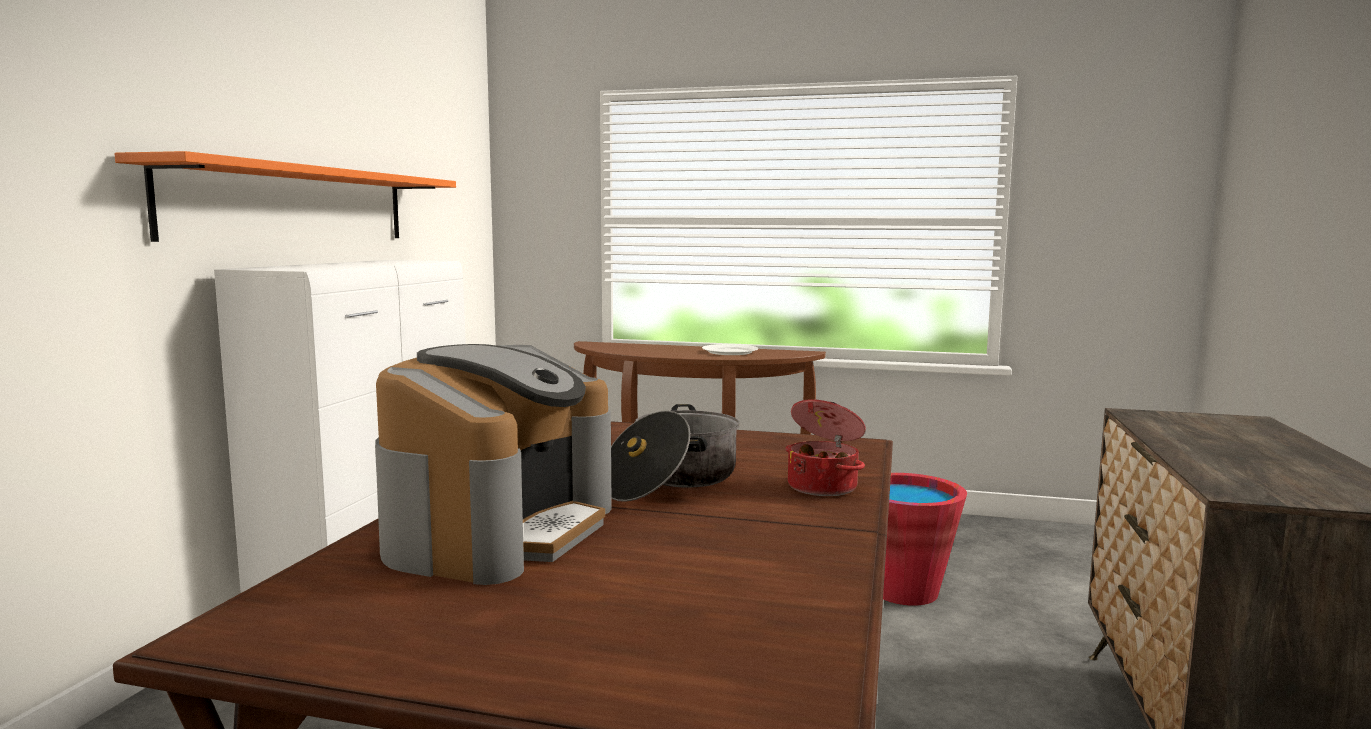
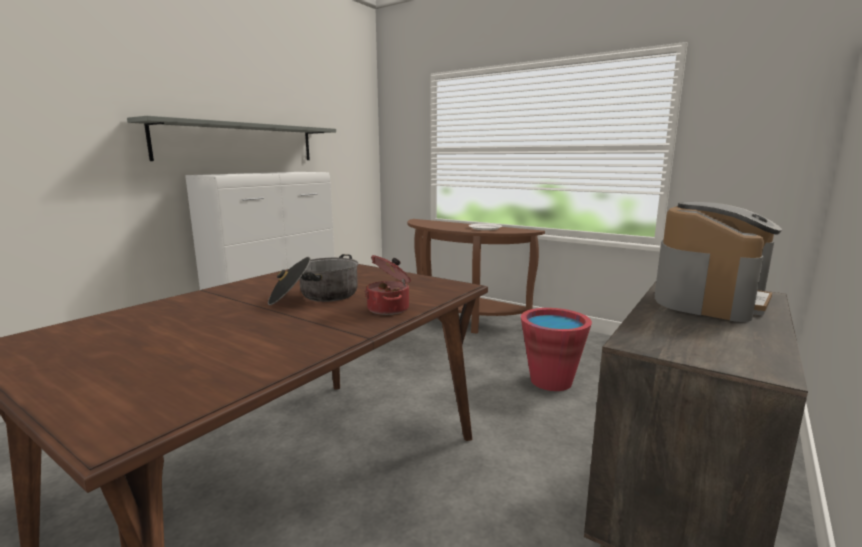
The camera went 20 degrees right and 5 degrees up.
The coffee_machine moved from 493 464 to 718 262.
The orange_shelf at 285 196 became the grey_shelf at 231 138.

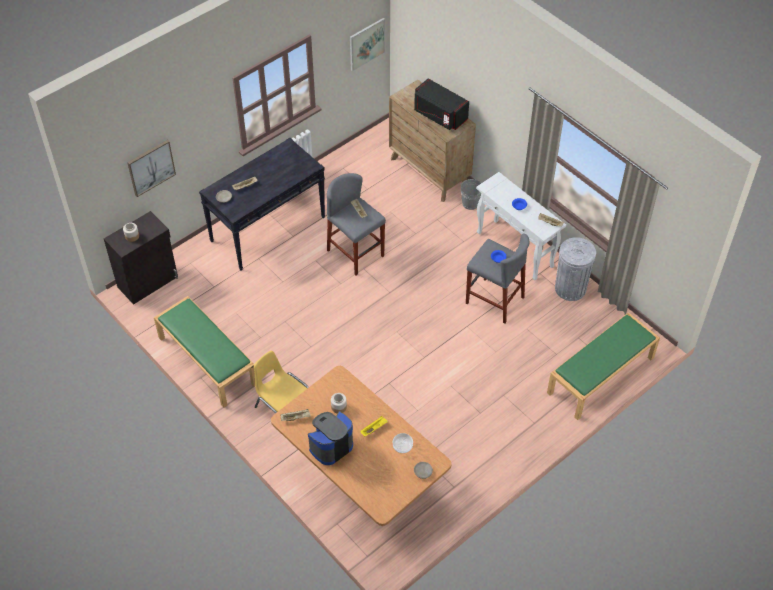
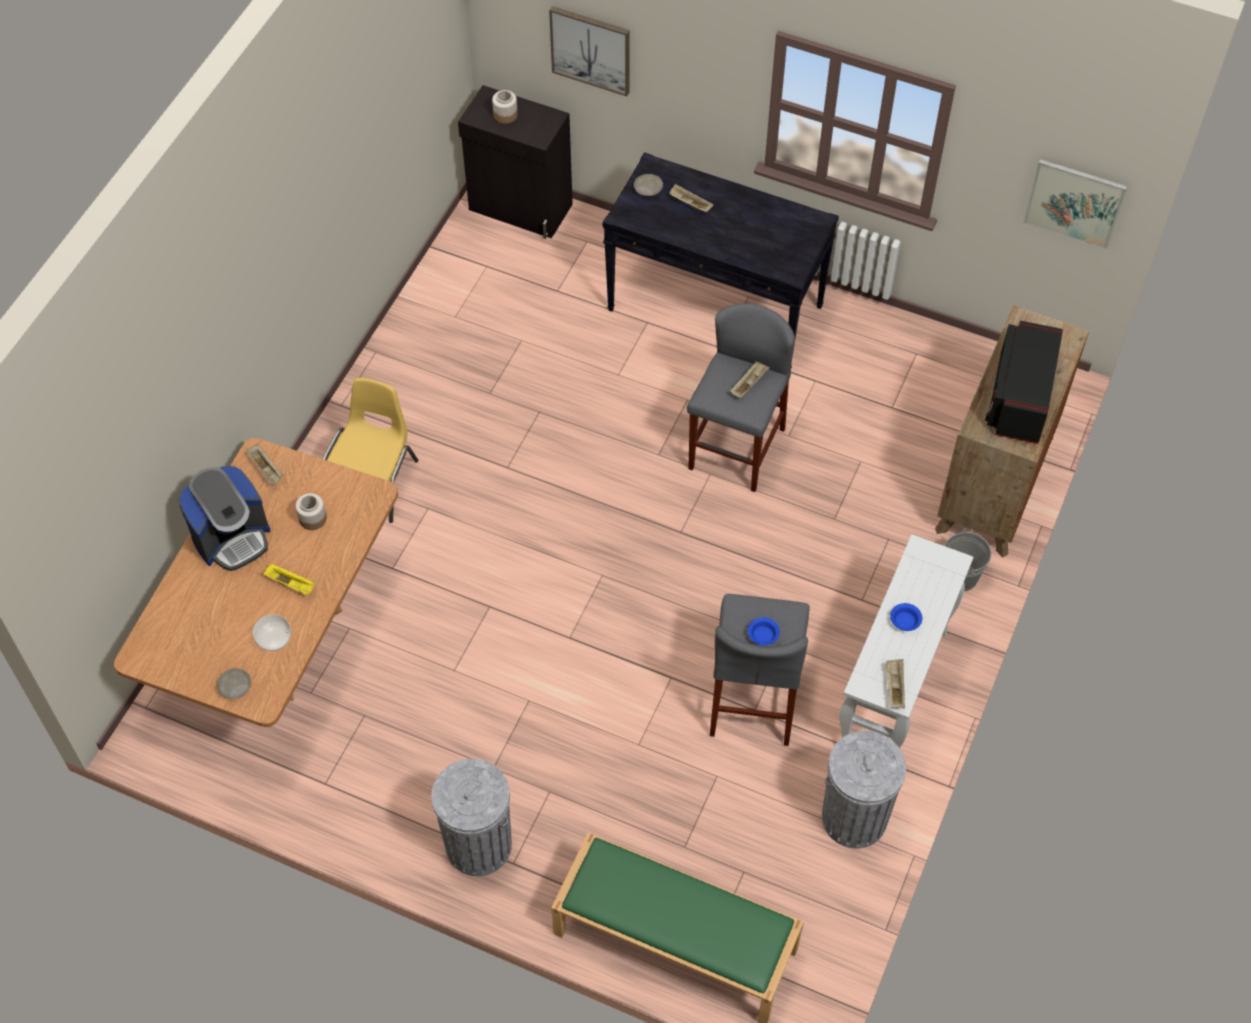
The camera went 65 degrees right and 5 degrees up.
The green_bench at 204 352 disappeared.
The grey_trash_can at 471 817 appeared.
The coffee_machine at 330 438 turned 120 degrees clockwise.

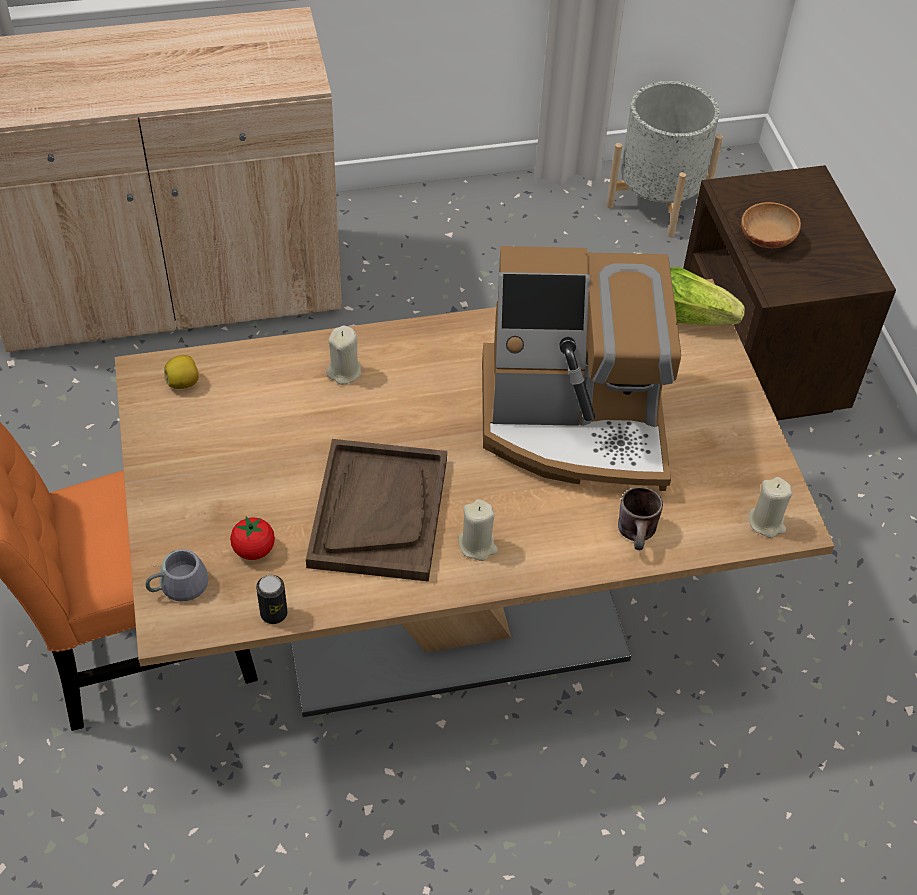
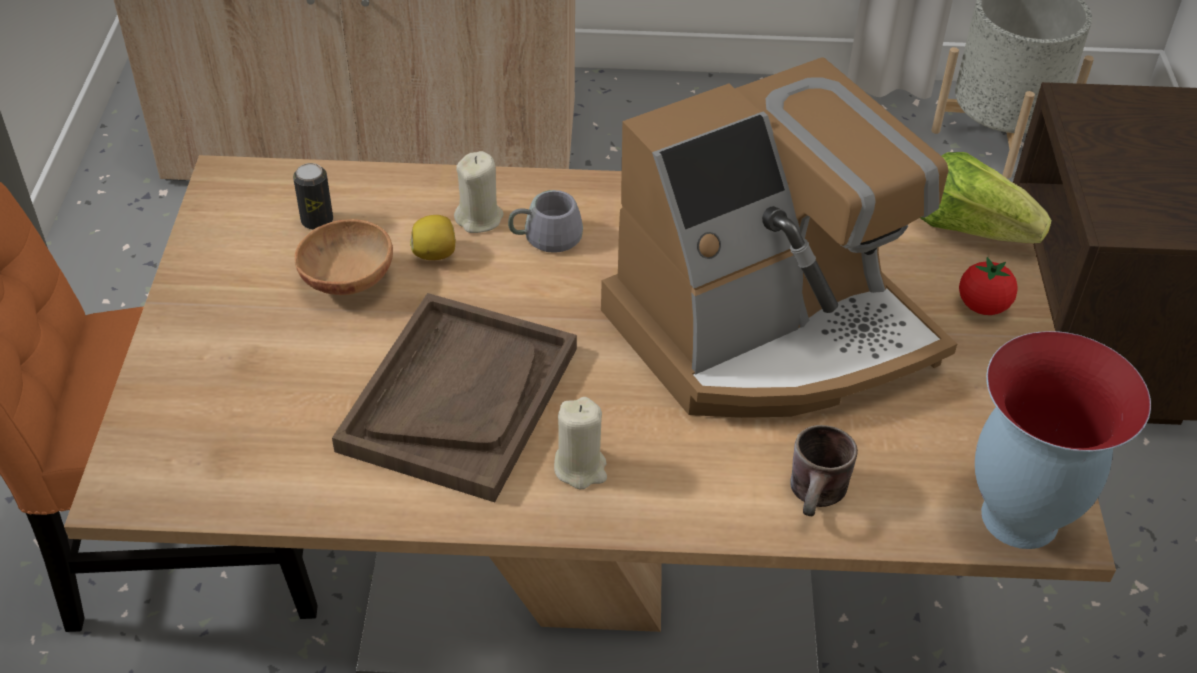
The camera went 15 degrees right and 5 degrees down.
The grey_mug moved from 177 575 to 545 221.
The lemon moved from 181 372 to 432 237.
The tomato moved from 252 538 to 988 286.
The can moved from 272 599 to 313 196.
The brown_bowl moved from 771 225 to 344 257.
The beige_candle at 770 507 was replaced by the vase at 1063 440.
The coffee_machine at 581 368 turned 45 degrees counterclockwise.

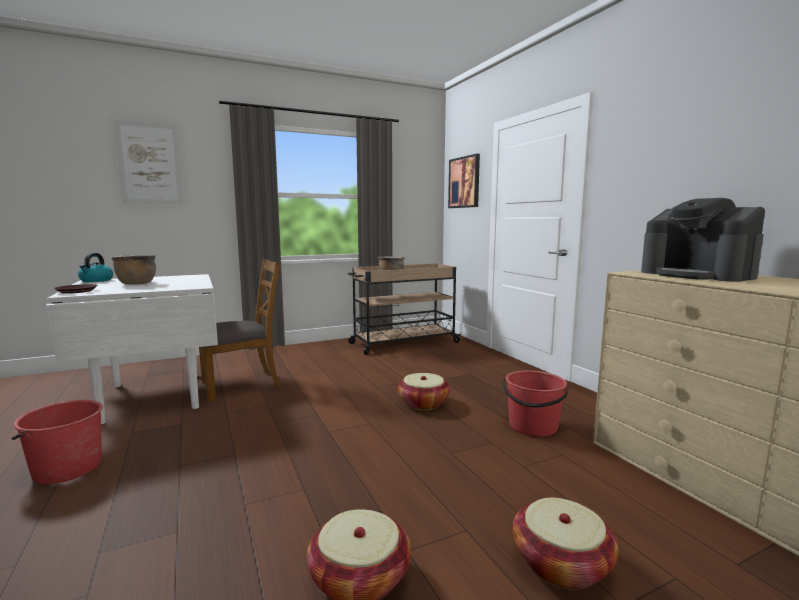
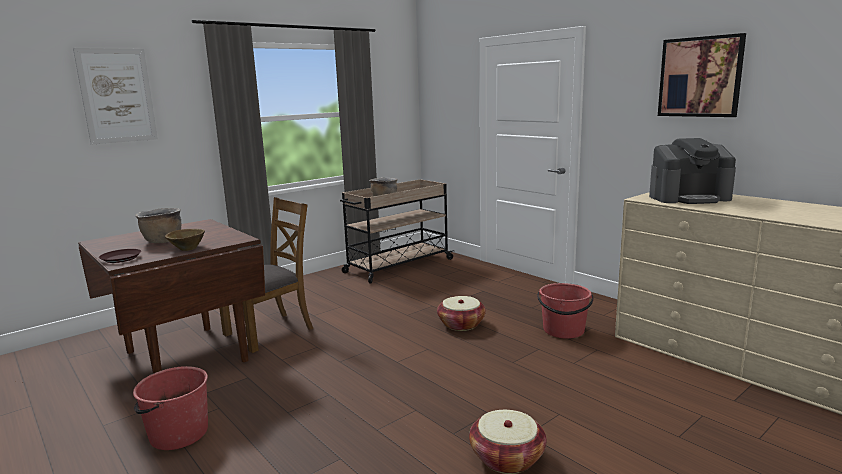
The camera went 15 degrees left and 5 degrees up.
The kettle at 95 267 disappeared.
The basket at 565 544 disappeared.
The brown_bowl at 185 240 appeared.
The picture moved from 464 181 to 702 75.
The white_dining_table at 132 349 became the brown_dining_table at 171 296.
The coffee_machine at 703 240 turned 45 degrees counterclockwise.

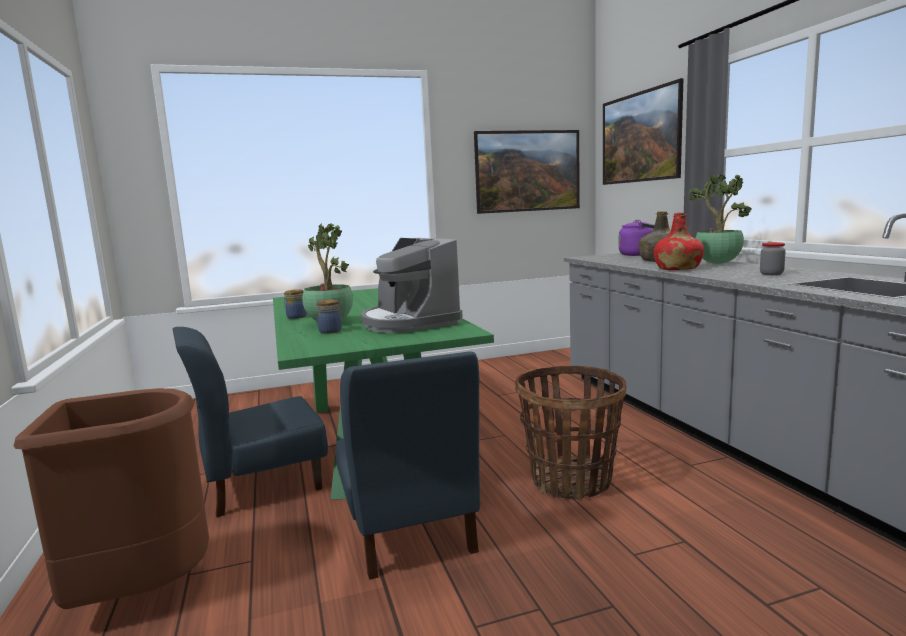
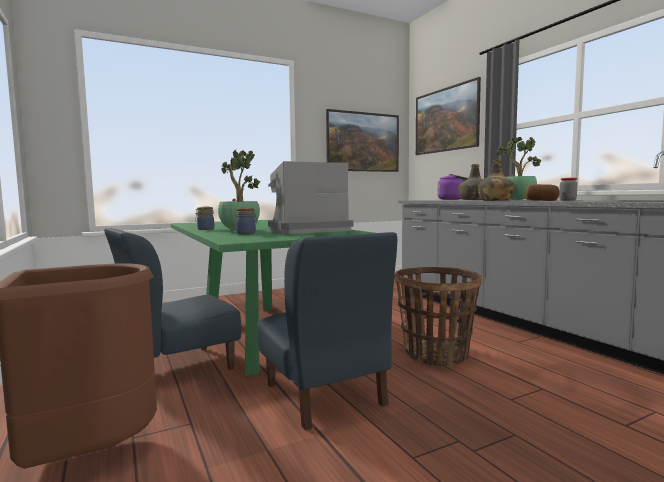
The camera went 10 degrees left and 5 degrees down.
The bread at 542 192 appeared.
The red_bottle at 679 241 became the green_bottle at 496 180.
The coffee_machine at 412 285 turned 105 degrees clockwise.

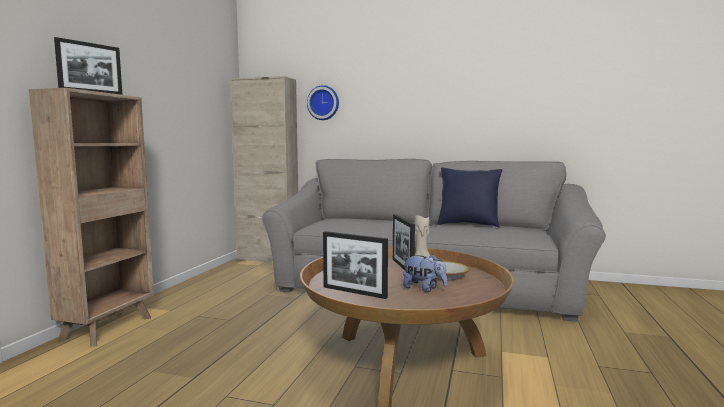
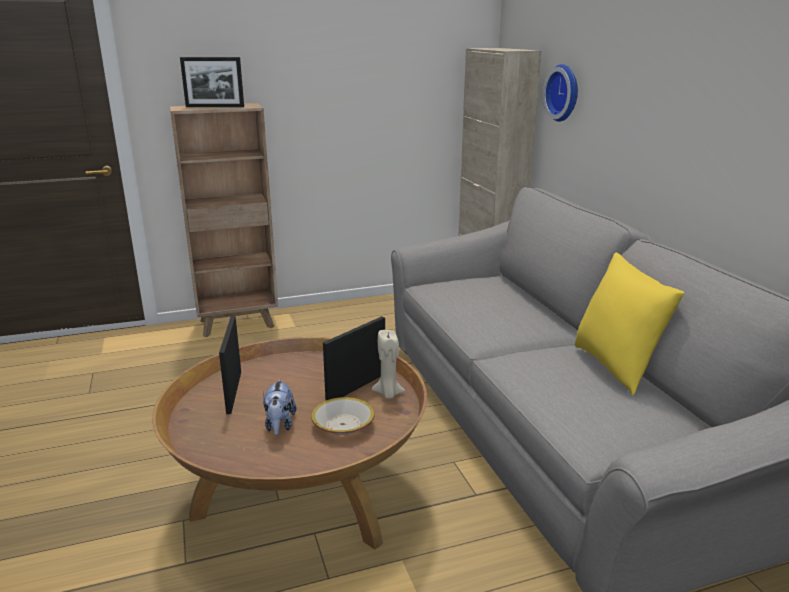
The camera went 55 degrees right and 15 degrees up.
The blue_pillow at 470 197 became the yellow_pillow at 629 324.

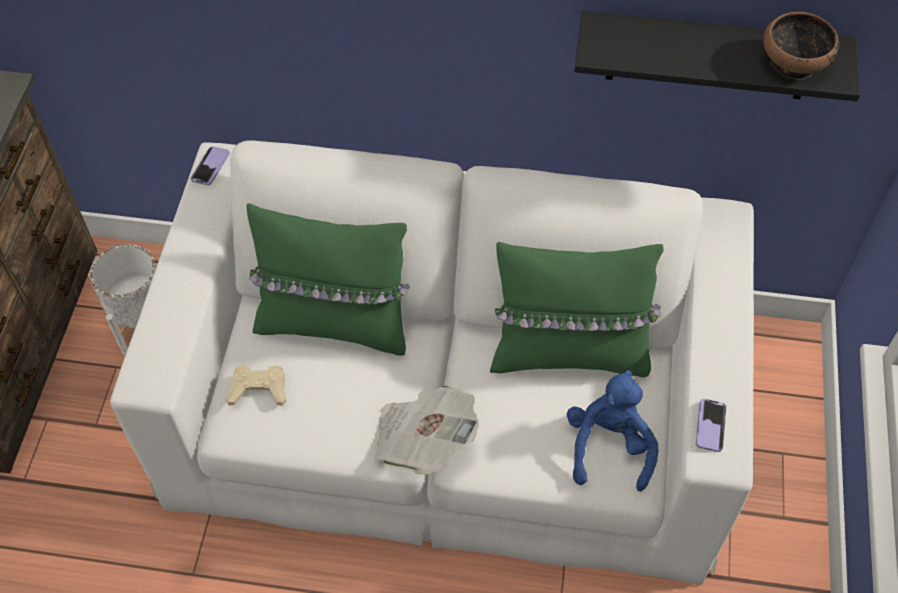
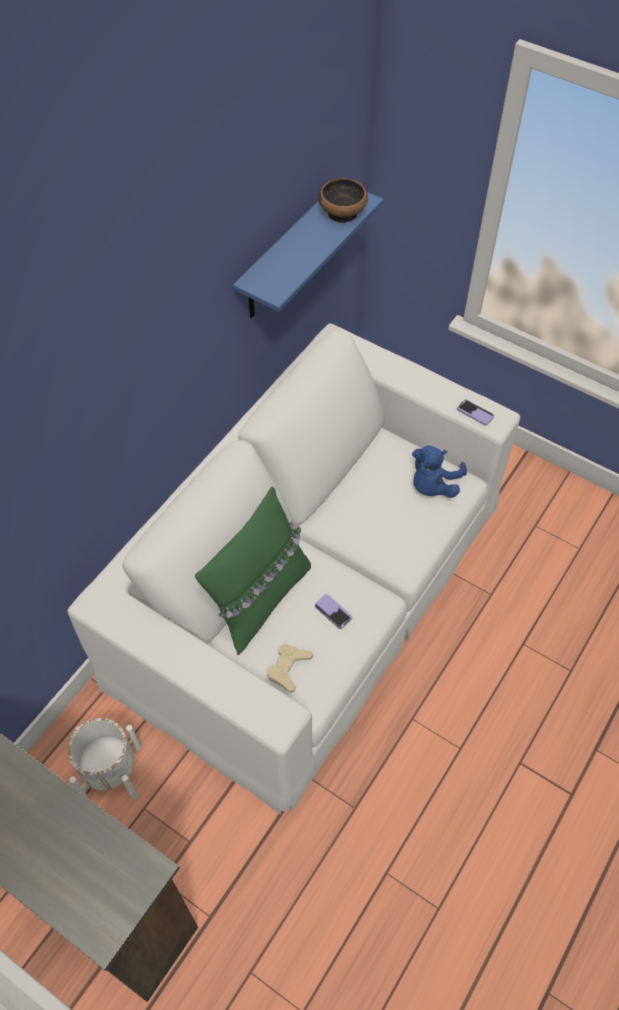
The camera went 65 degrees left and 0 degrees up.
The newspaper at 427 430 disappeared.
The green_pillow at 577 309 disappeared.
The phone moved from 210 166 to 333 611.
The black_shelf at 717 56 became the blue_shelf at 308 255.
The blue_plush_toy at 613 430 turned 90 degrees counterclockwise.

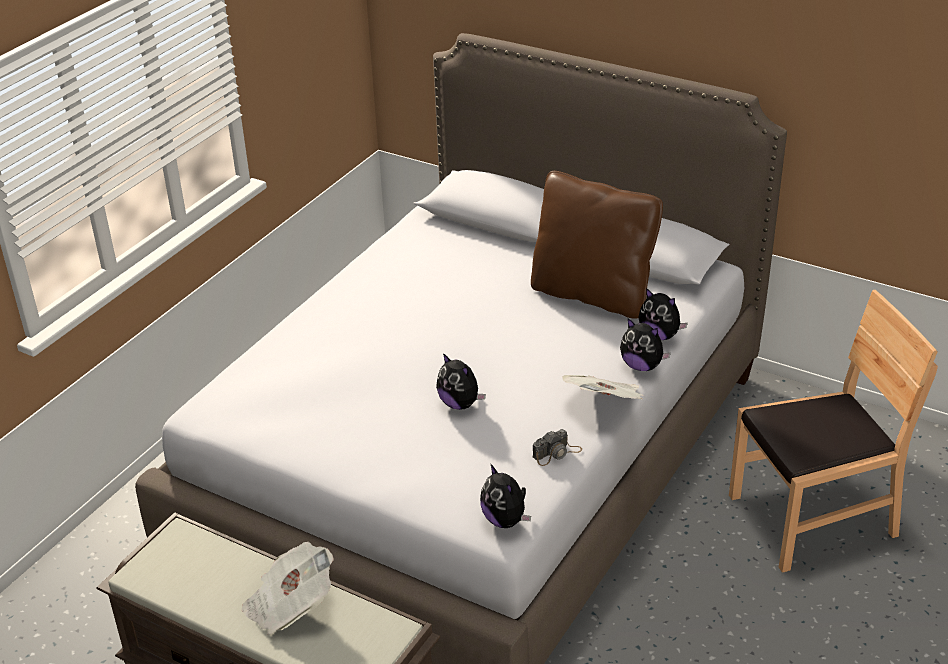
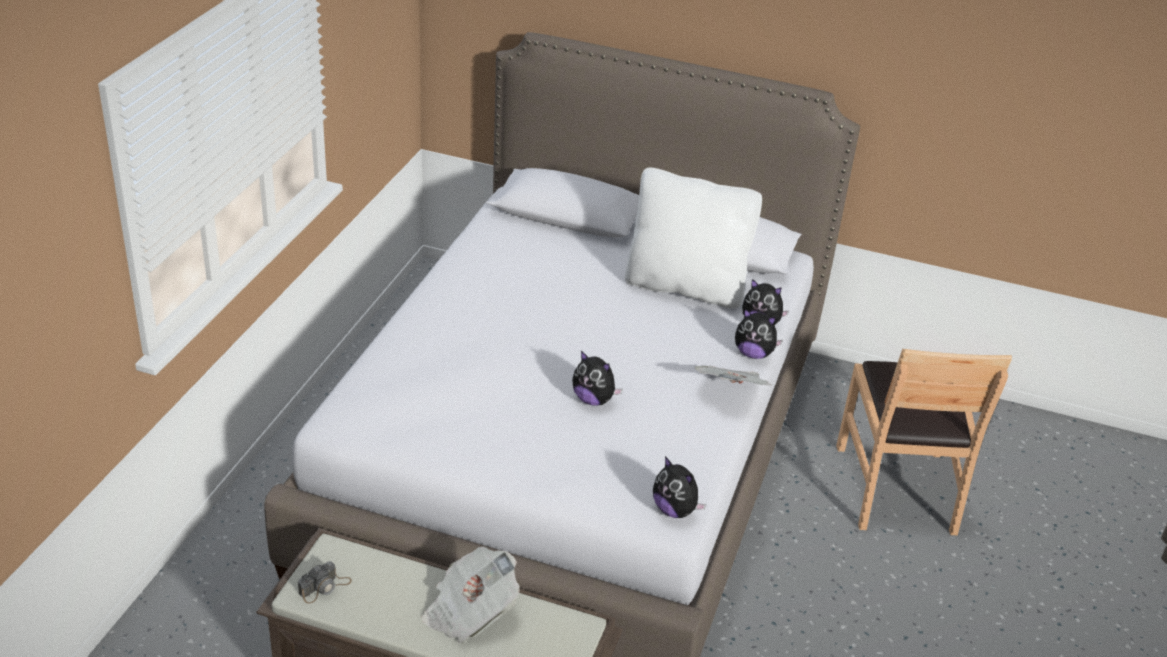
The camera went 15 degrees left and 0 degrees up.
The photo_camera moved from 557 447 to 325 582.
The brown_pillow at 597 245 became the white_pillow at 693 238.
The brown_chair at 833 431 turned 120 degrees clockwise.

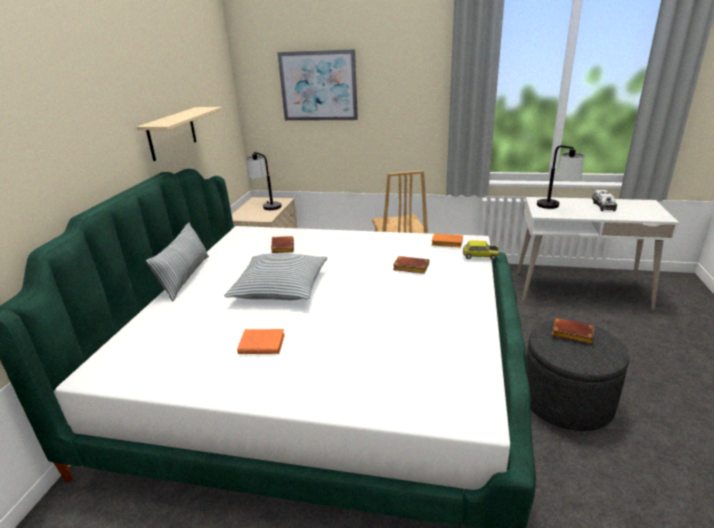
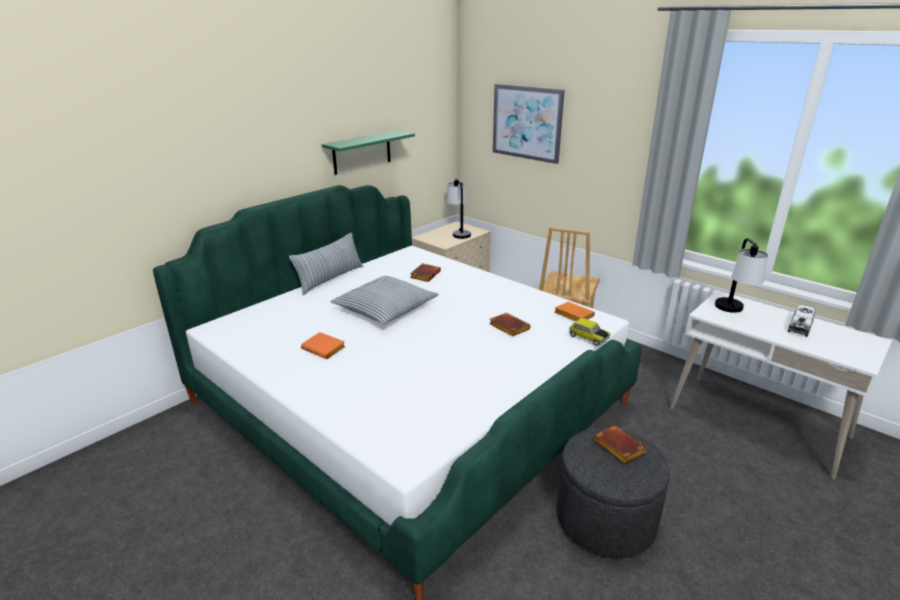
The camera went 30 degrees right and 0 degrees up.
The beige_shelf at 179 134 became the green_shelf at 368 152.

